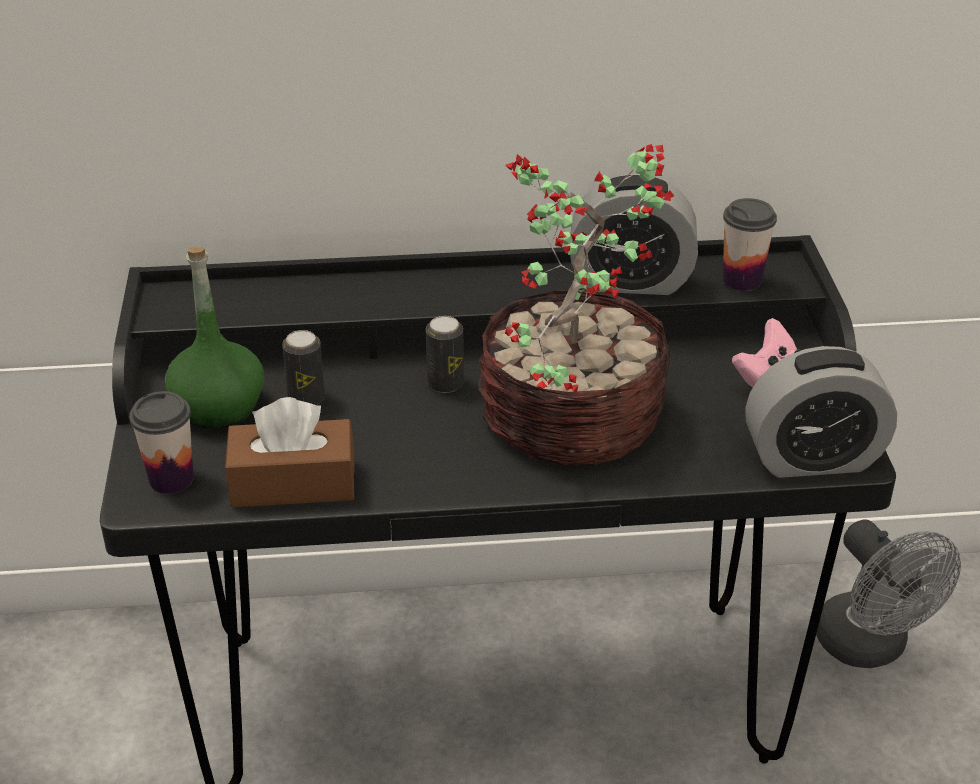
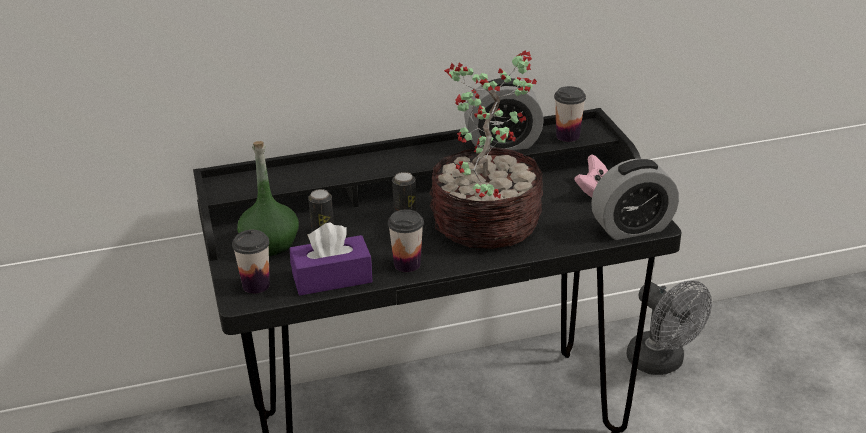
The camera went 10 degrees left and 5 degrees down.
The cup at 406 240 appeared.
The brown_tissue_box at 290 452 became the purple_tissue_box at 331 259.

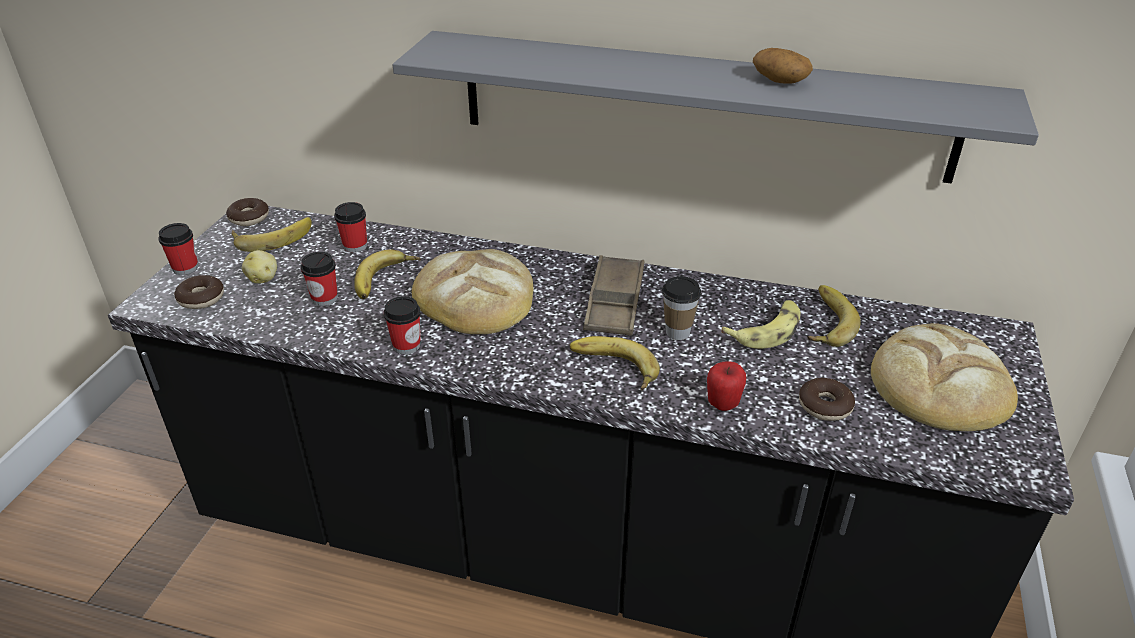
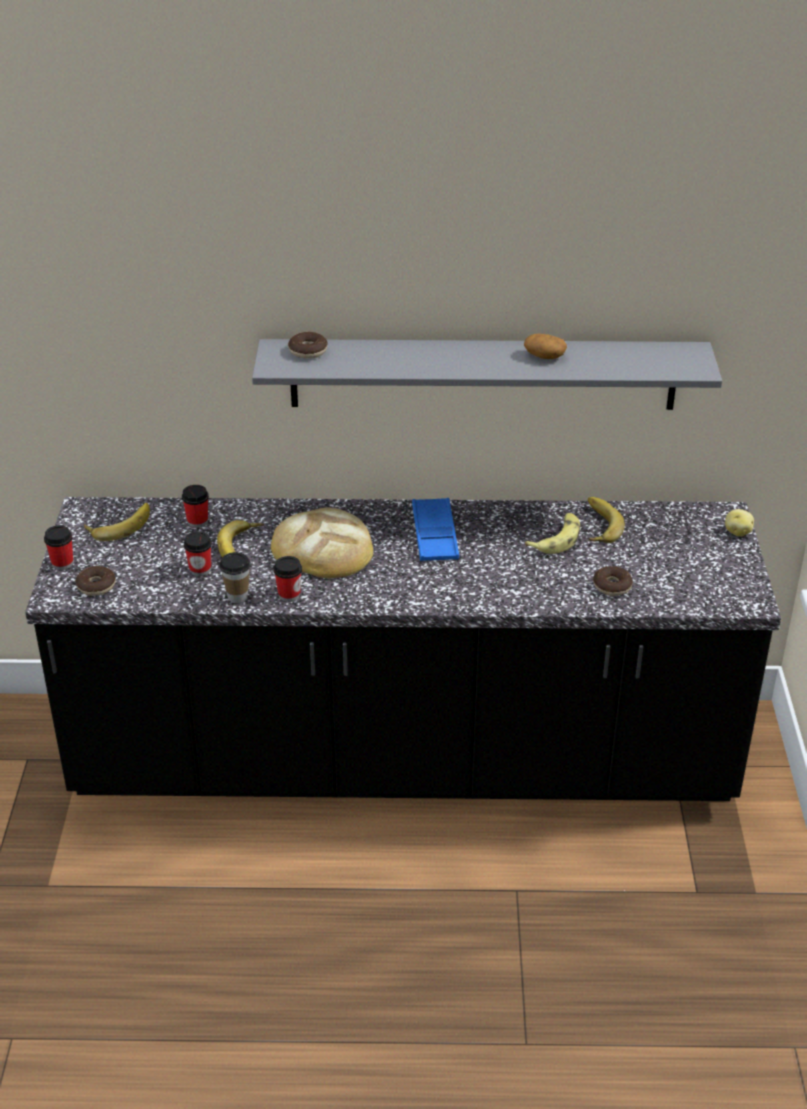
The camera went 15 degrees left and 0 degrees up.
The banana at 614 363 disappeared.
The apple at 726 386 disappeared.
The bread at 944 377 disappeared.
The donut moved from 247 212 to 308 345.
The potato moved from 259 267 to 739 523.
The cup moved from 681 308 to 235 577.
The brown_tray at 614 295 became the blue_tray at 435 529.

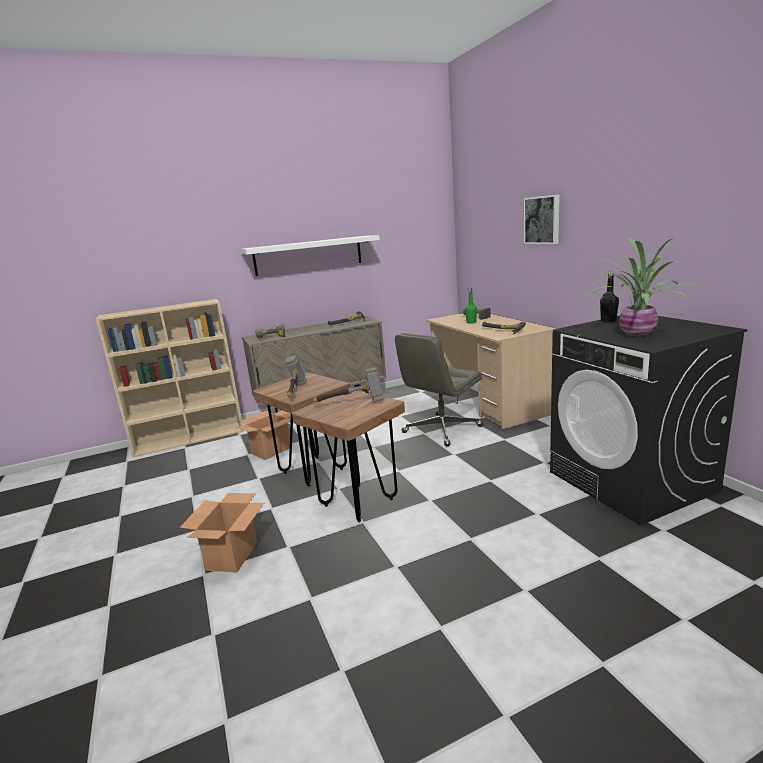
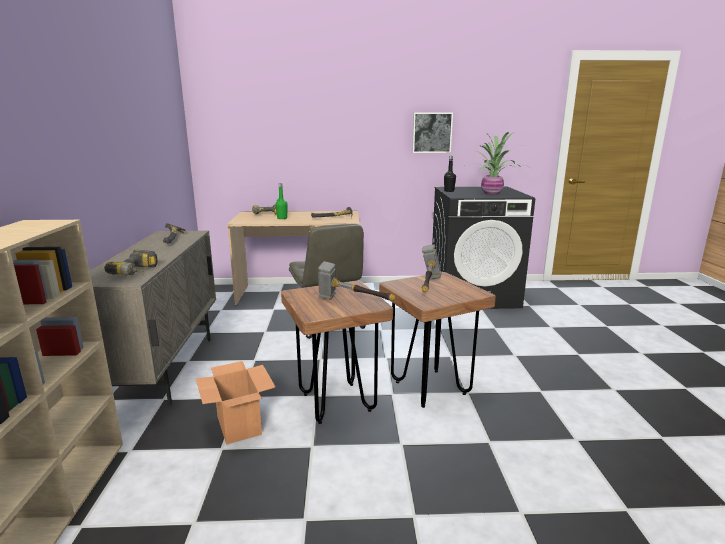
The camera went 70 degrees left and 0 degrees up.
The cardboard_box at 222 532 disappeared.
The white_shelf at 310 255 disappeared.
The picture moved from 542 219 to 432 132.

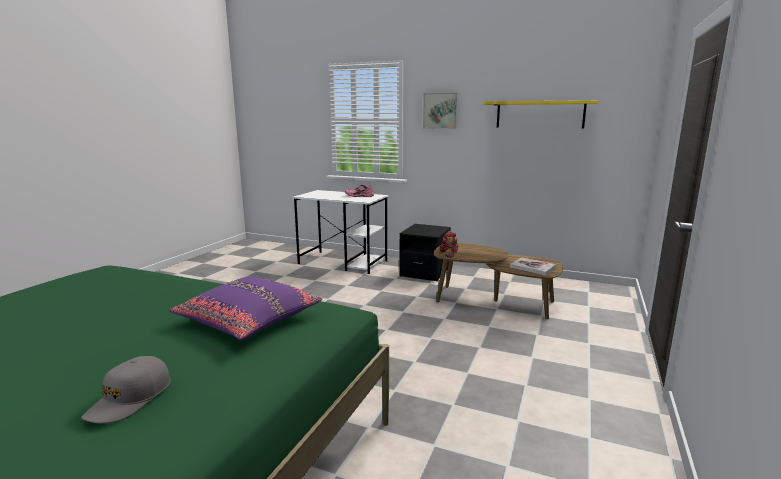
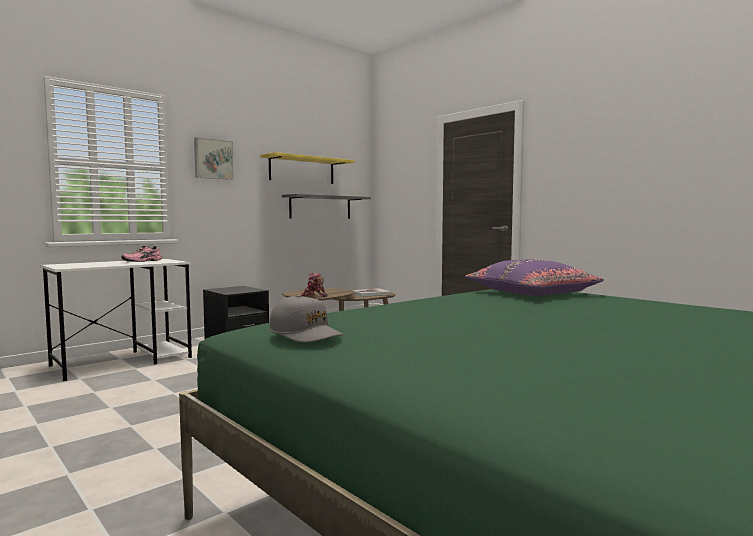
The camera went 65 degrees left and 10 degrees down.
The grey_shelf at 326 206 appeared.
The grey_cap moved from 126 389 to 306 319.

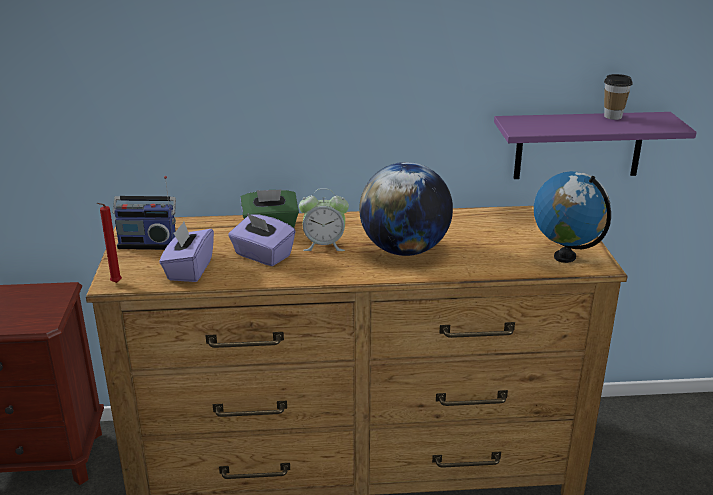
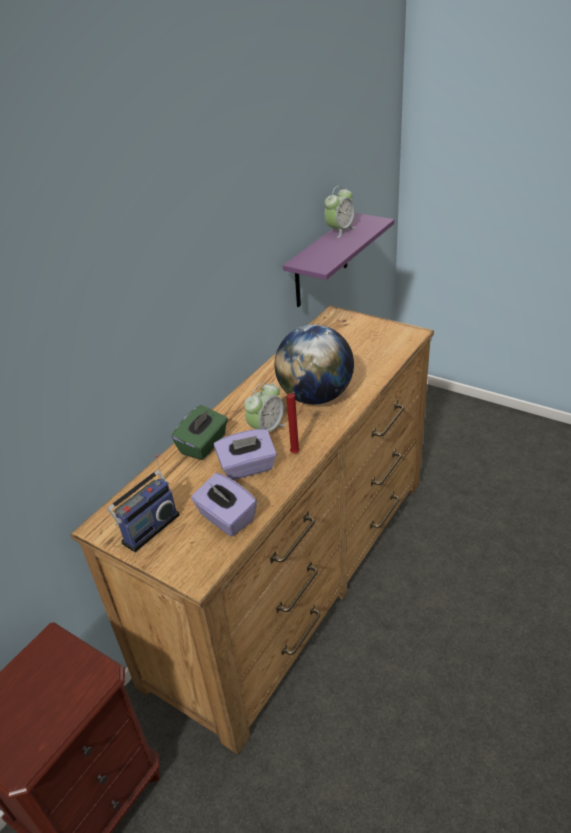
The camera went 50 degrees left and 10 degrees up.
The globe at 572 217 disappeared.
The red_candle moved from 109 243 to 293 422.
The cup at 618 97 was replaced by the alarm_clock at 340 212.

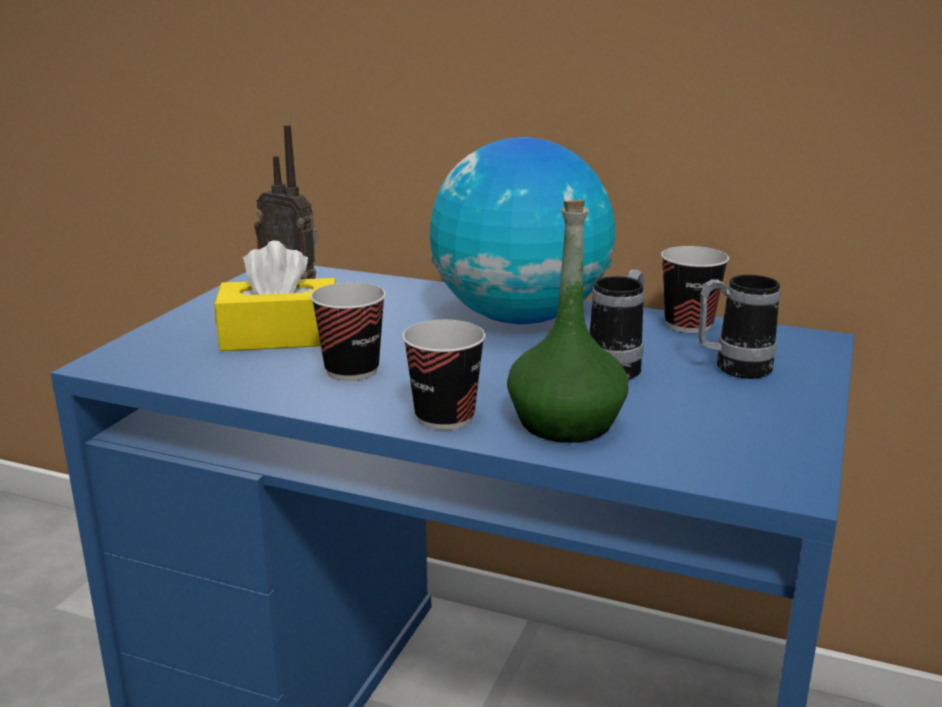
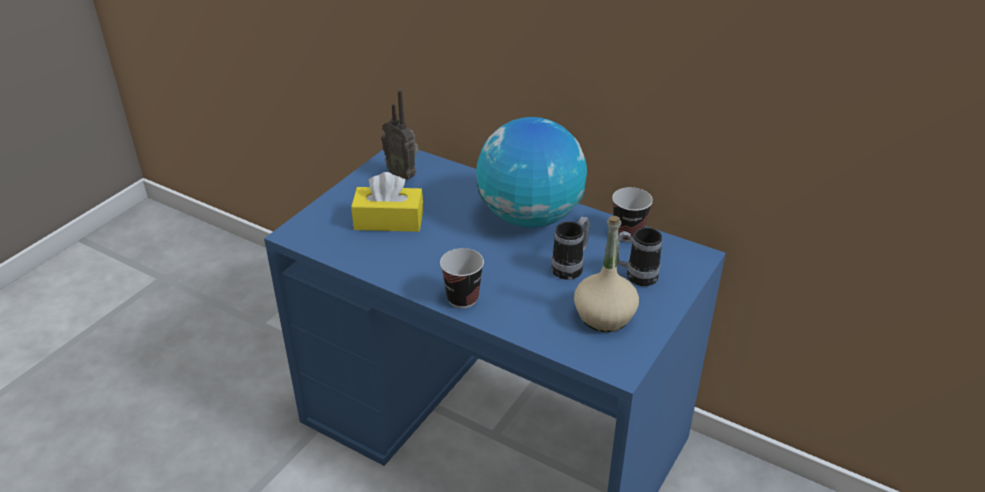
The camera went 10 degrees right and 15 degrees up.
The cup at 348 331 disappeared.
The green_bottle at 567 321 disappeared.
The beige_bottle at 606 274 appeared.

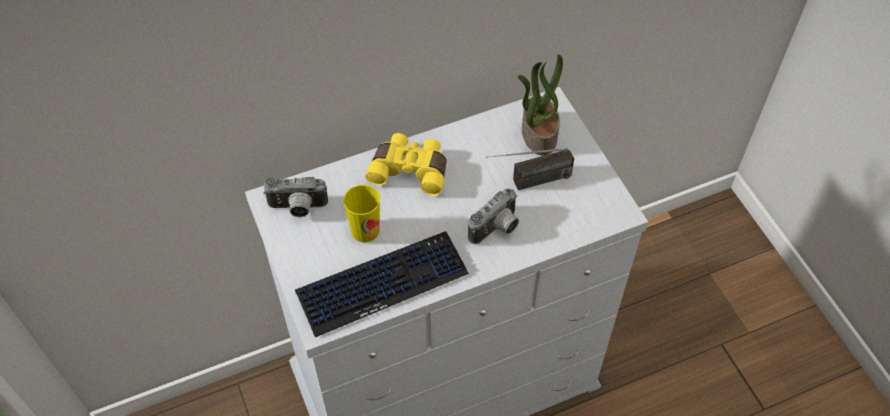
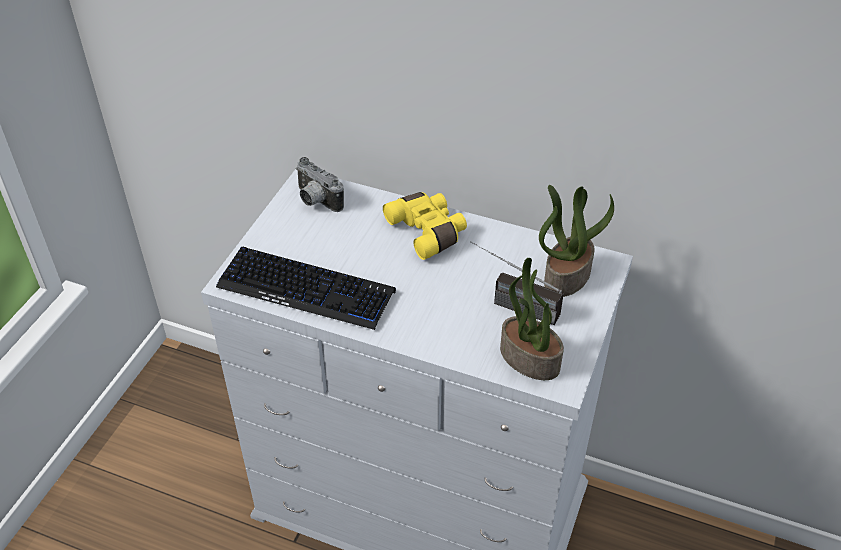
The camera went 45 degrees right and 10 degrees down.
The cup at 361 214 disappeared.
The photo_camera at 493 216 disappeared.
The potted_plant at 532 319 appeared.

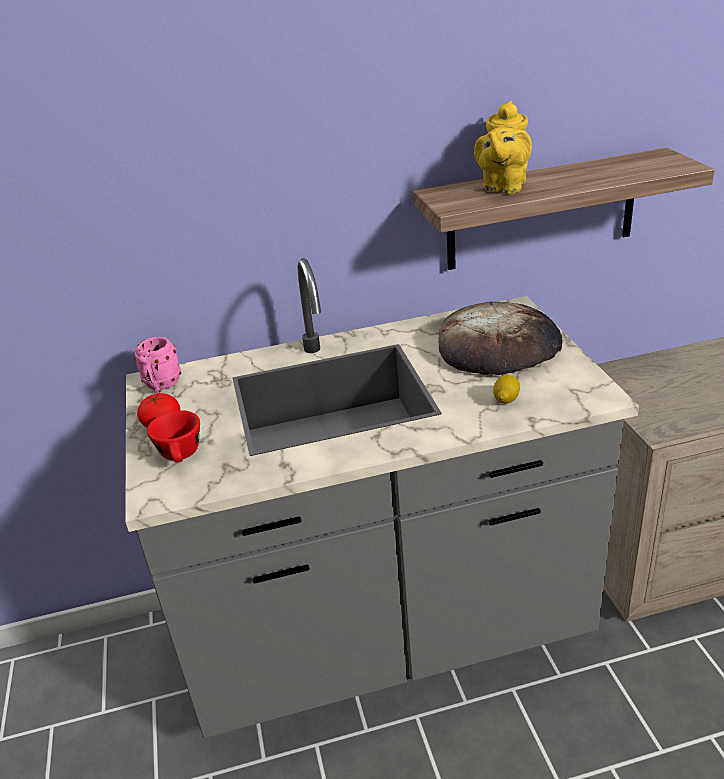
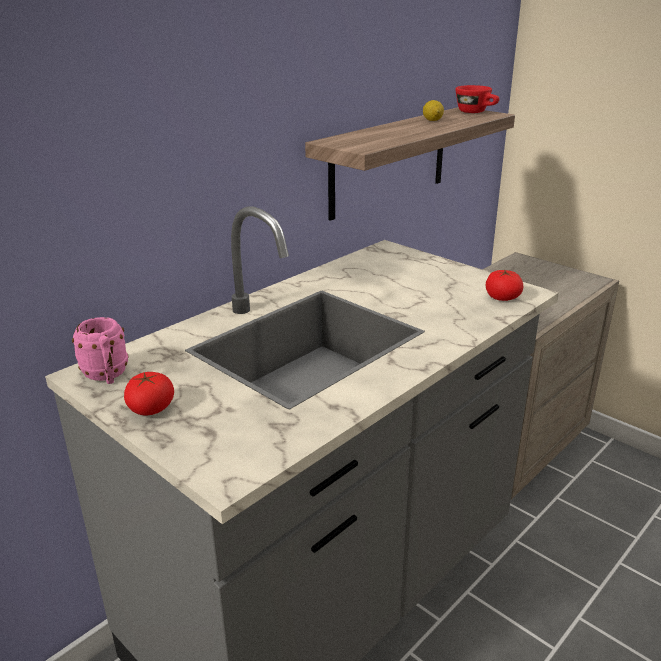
The camera went 35 degrees left and 5 degrees down.
The bread at 500 338 disappeared.
The yellow_teapot at 503 147 disappeared.
The tomato at 505 285 appeared.
The red_cup moved from 173 436 to 477 99.
The lemon moved from 506 389 to 433 110.

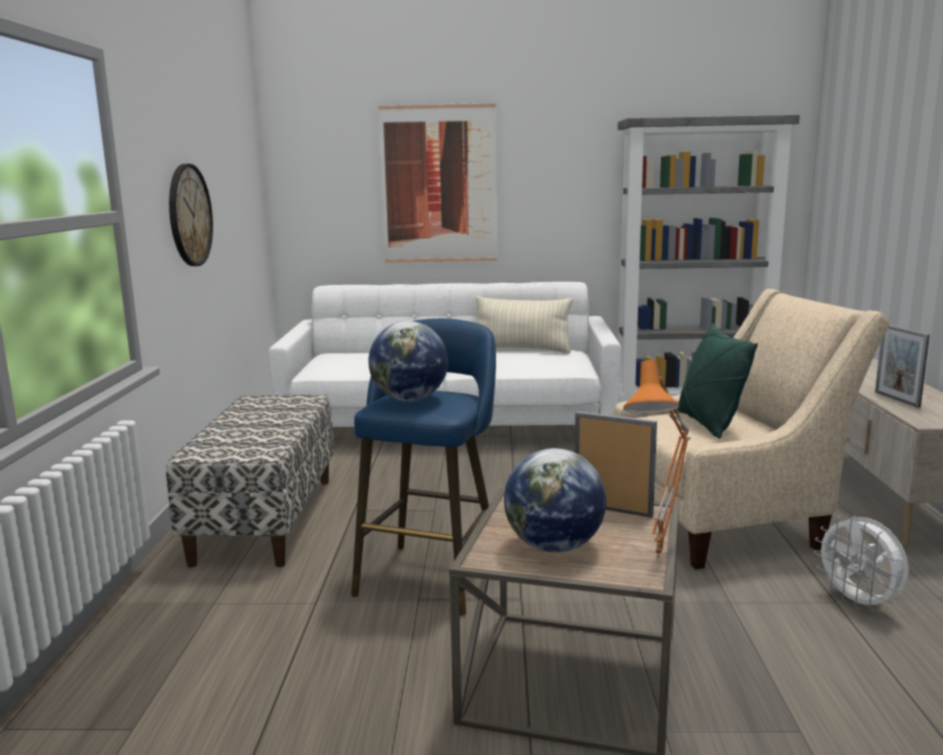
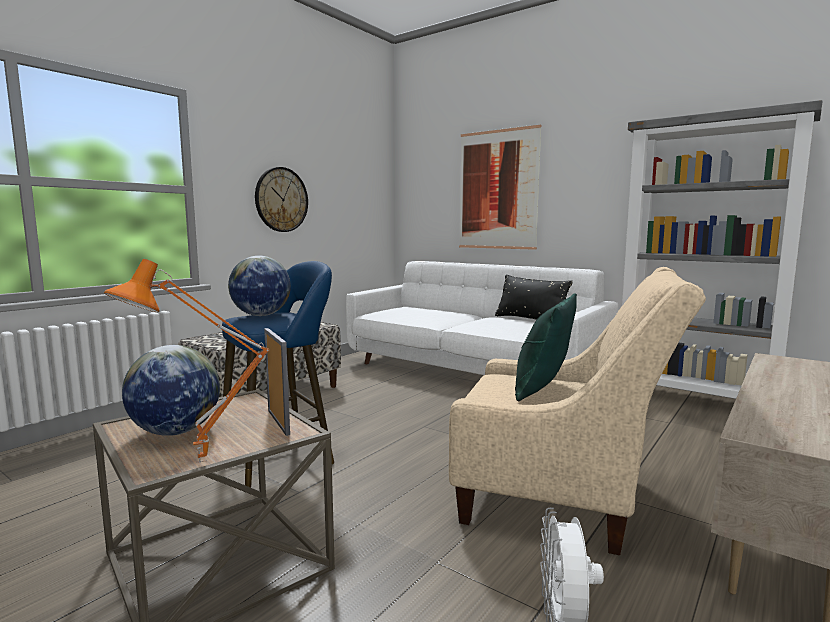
The camera went 35 degrees right and 5 degrees down.
The picture_frame at 902 366 disappeared.
The beige_pillow at 524 324 became the black_pillow at 534 297.

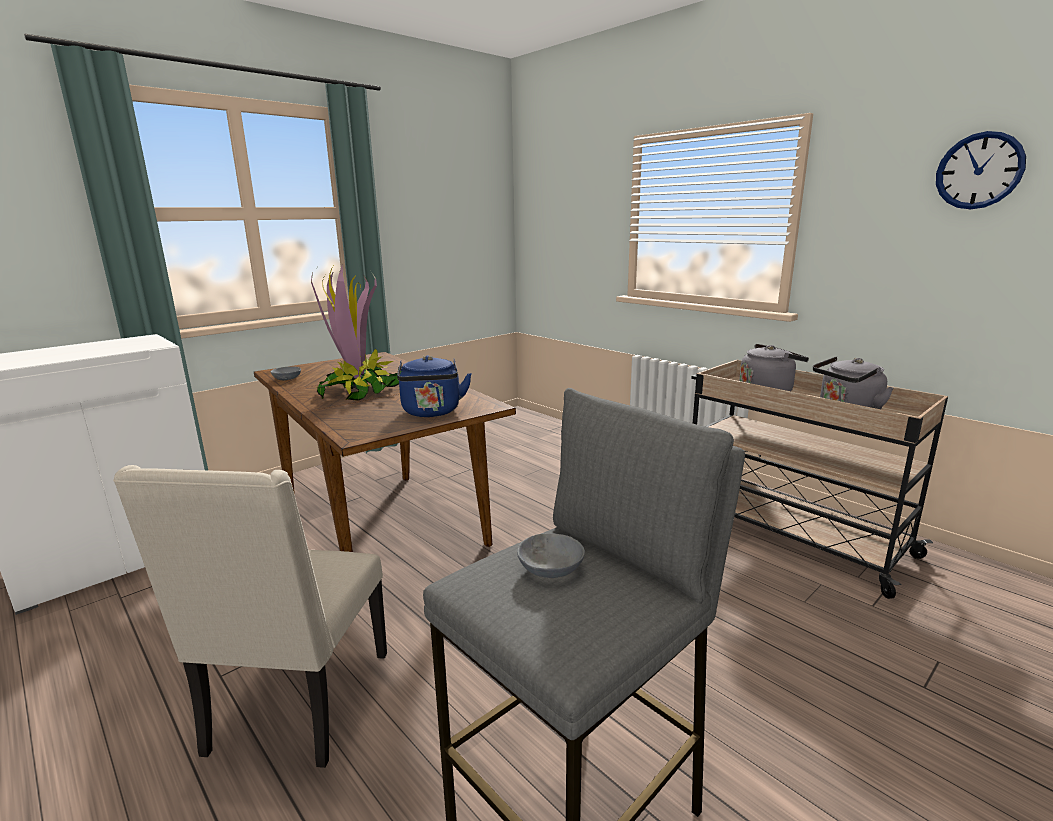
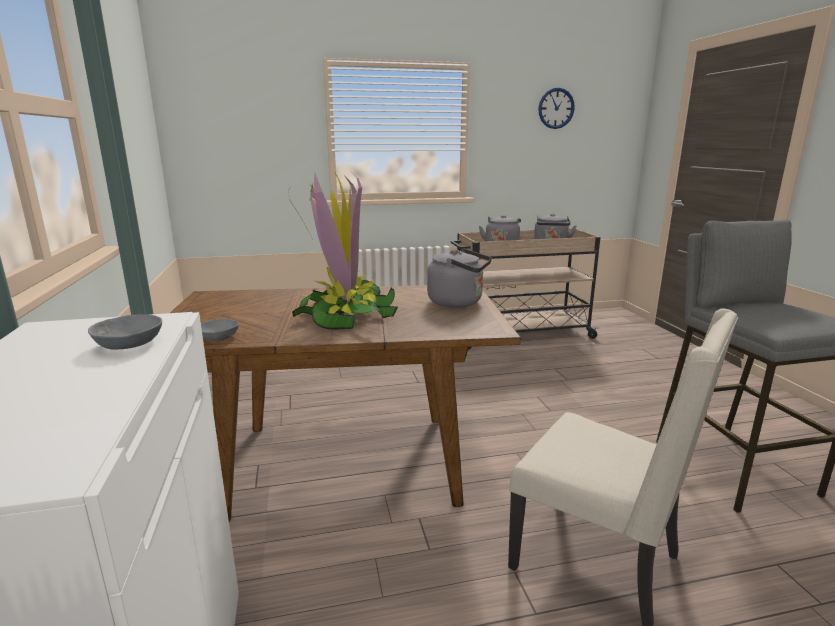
The camera went 60 degrees left and 0 degrees up.
The grey_bowl moved from 551 555 to 125 332.
The blue_kettle at 434 386 became the grey_kettle at 459 278.

